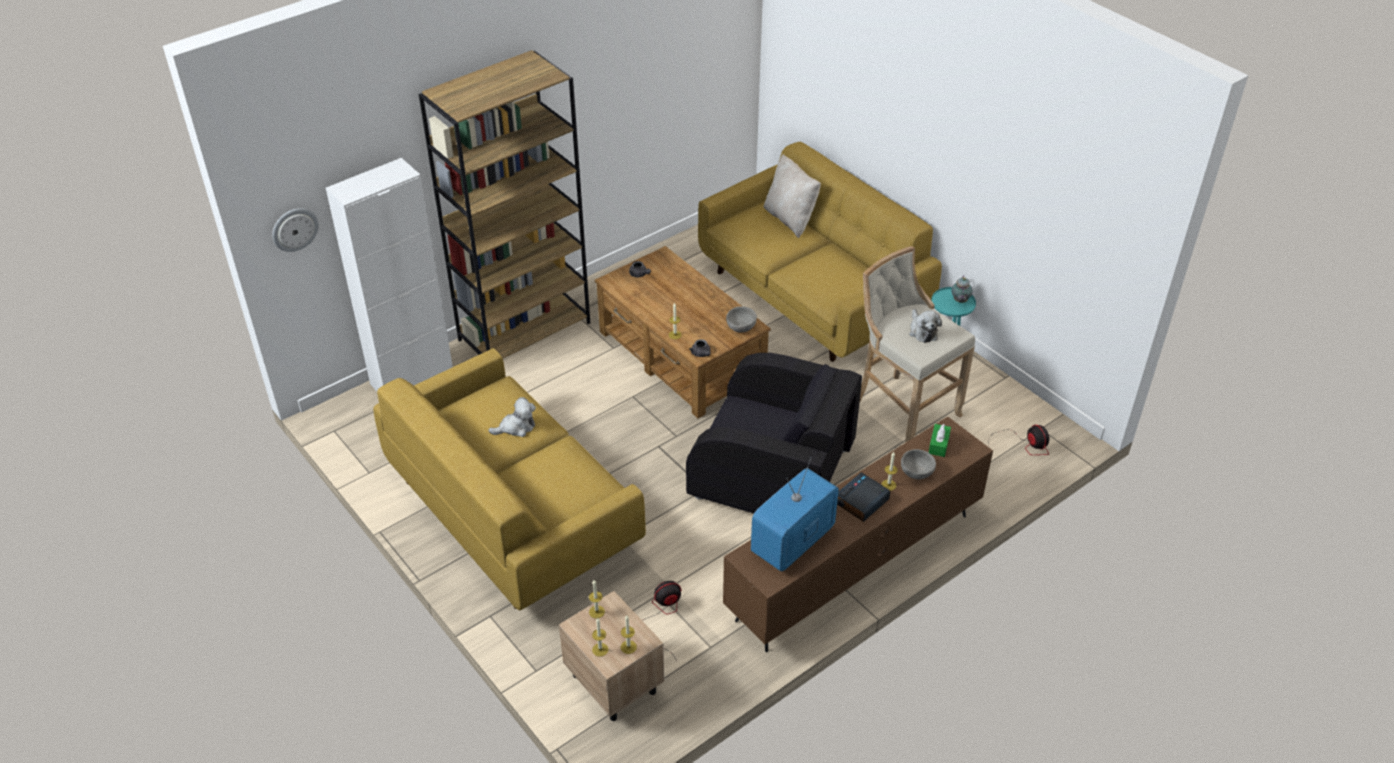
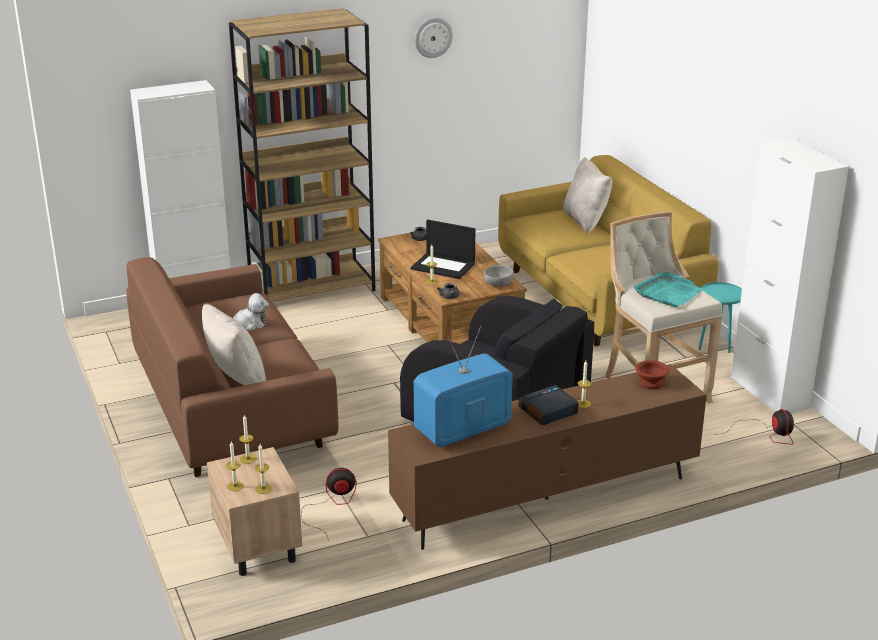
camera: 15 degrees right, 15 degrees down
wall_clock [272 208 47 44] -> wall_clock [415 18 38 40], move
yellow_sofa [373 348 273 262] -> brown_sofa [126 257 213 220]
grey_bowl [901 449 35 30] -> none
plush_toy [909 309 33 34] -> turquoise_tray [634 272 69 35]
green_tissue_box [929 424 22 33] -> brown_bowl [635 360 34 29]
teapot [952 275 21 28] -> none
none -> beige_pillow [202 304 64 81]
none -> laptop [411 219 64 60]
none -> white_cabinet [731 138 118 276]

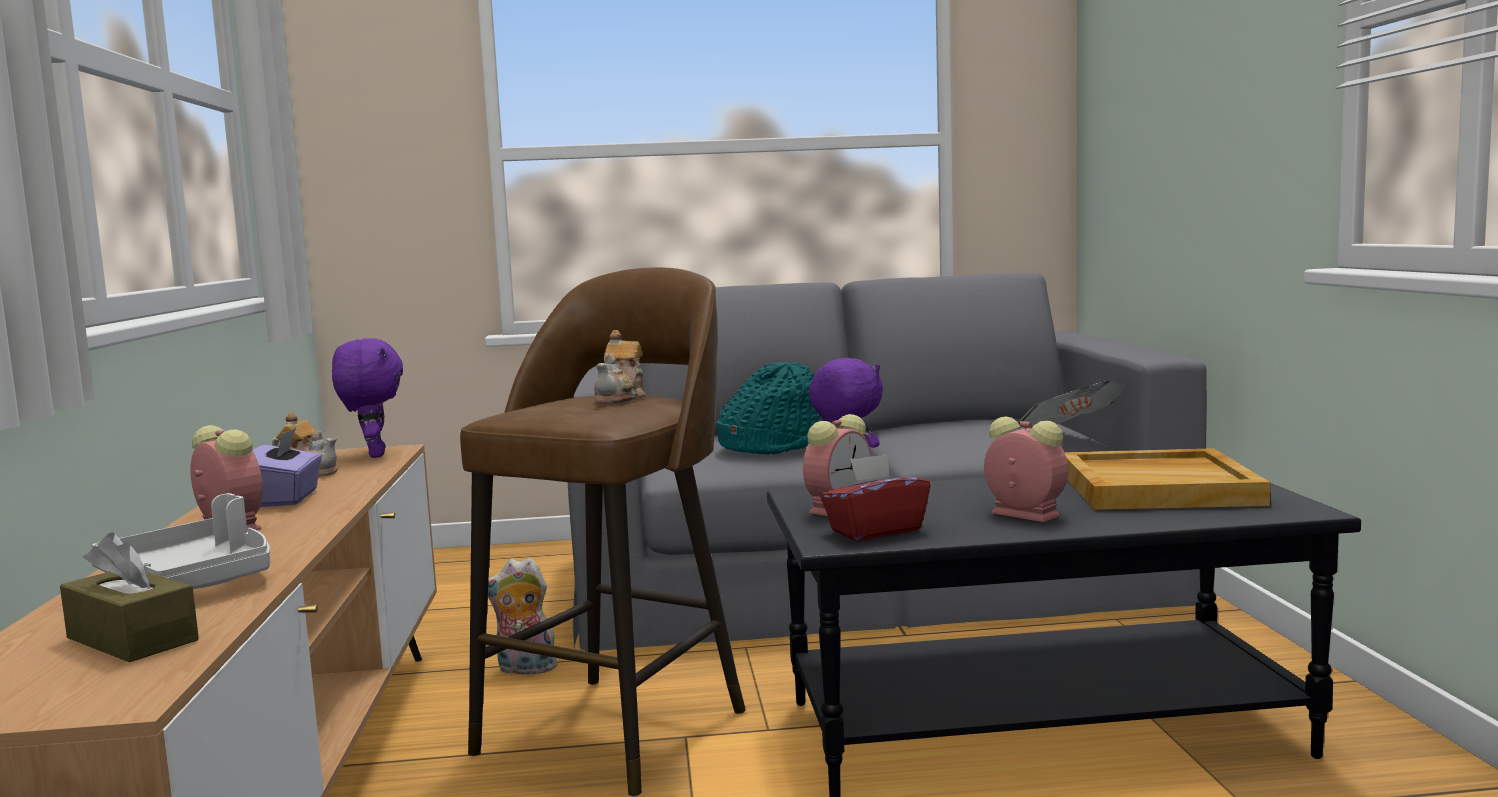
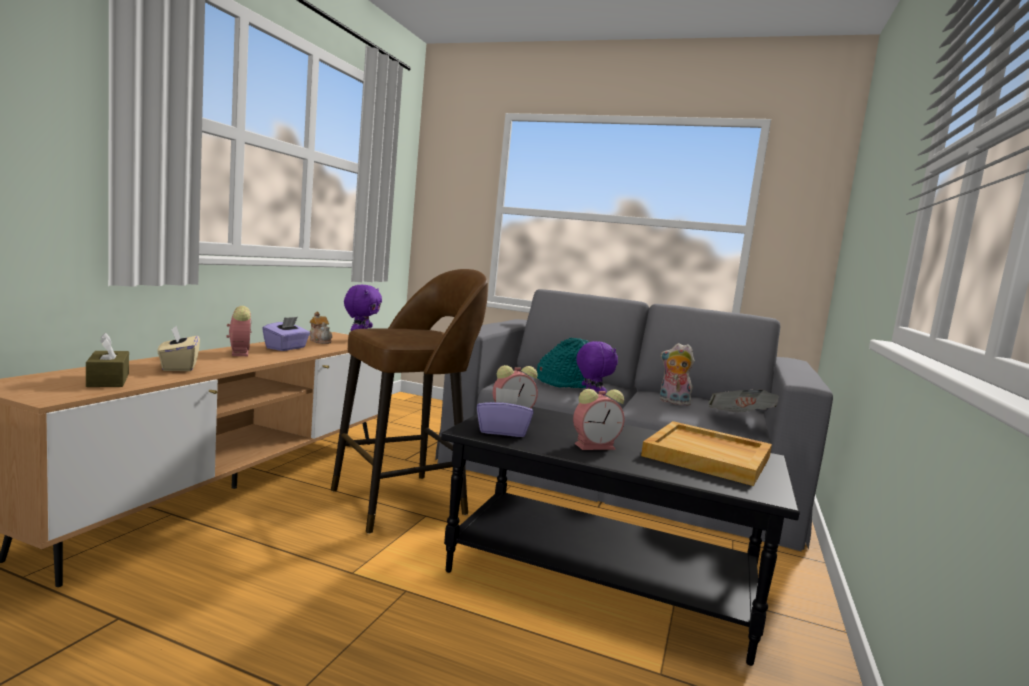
camera: 25 degrees right, 0 degrees up
grey_tray [89 493 182 96] -> beige_tissue_box [158 326 42 45]
plush_toy [488 558 75 119] -> plush_toy [660 343 35 63], move
teapot [594 330 52 73] -> none
red_tissue_box [821 454 110 87] -> purple_tissue_box [477 387 56 50]
alarm_clock [984 416 85 106] -> alarm_clock [573 389 52 61], 90 degrees clockwise

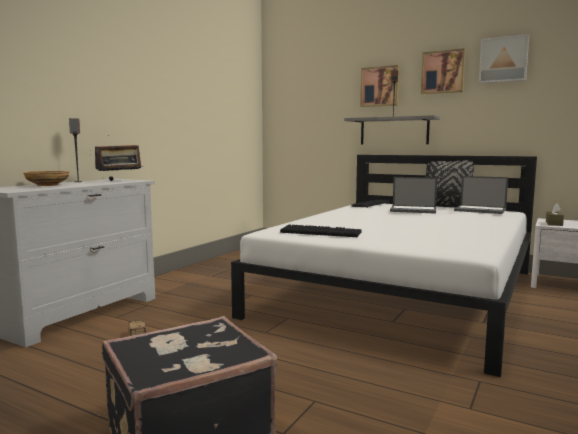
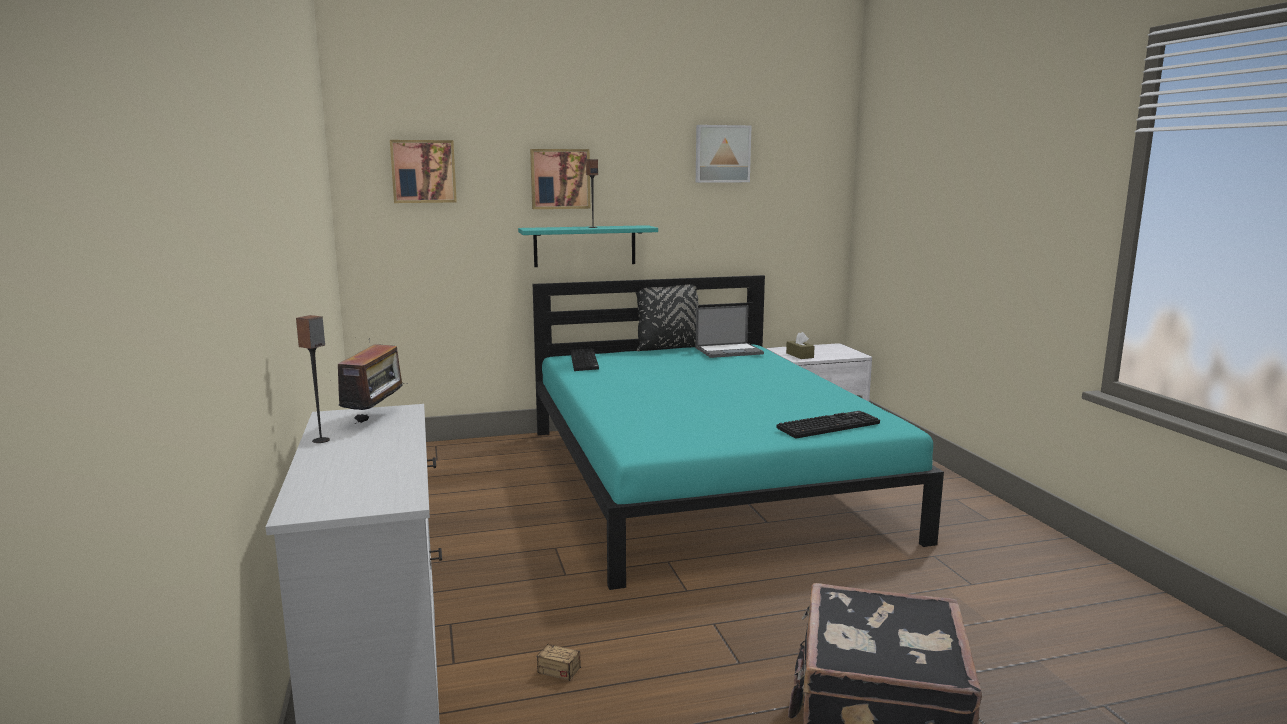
camera: 45 degrees left, 5 degrees up
beige_bowl [23 171 46 15] -> none
white_bed [231 155 306 222] -> turquoise_bed [533 275 411 315]
keyboard [280 224 82 13] -> keyboard [776 411 104 28], move
grey_shelf [344 115 96 29] -> turquoise_shelf [518 225 140 42]
laptop [390 177 47 37] -> none
picture [421 48 45 46] -> picture [390 140 67 63], move

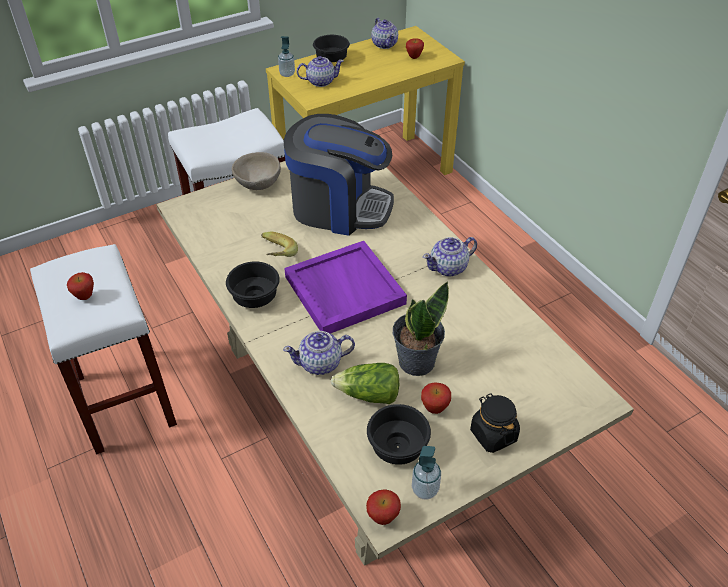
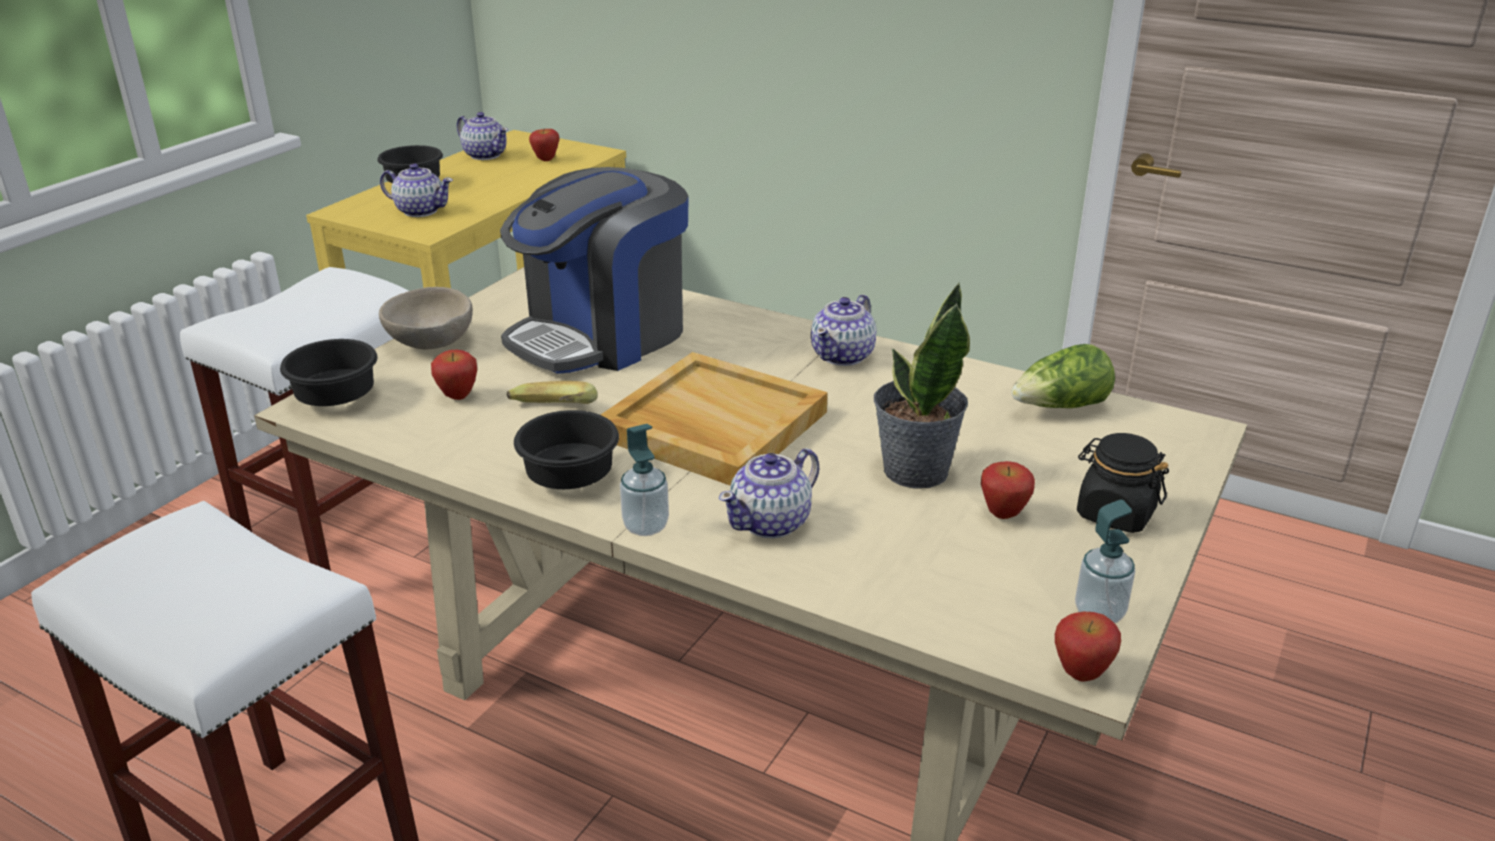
camera: 30 degrees left, 15 degrees down
apple [67 272 27 28] -> apple [431 349 46 51], move
soap_dispenser [278 36 17 41] -> soap_dispenser [620 424 49 112], move
coffee_machine [284 114 110 122] -> coffee_machine [500 167 189 207], 150 degrees clockwise
purple_tray [284 241 123 93] -> beige_tray [601 352 227 134]
teapot [297 56 47 31] -> teapot [380 163 73 54], 60 degrees clockwise
lettuce [331 363 69 41] -> lettuce [1011 344 104 64], move
black_bowl [367 404 64 61] -> black_bowl [280 339 97 67], move

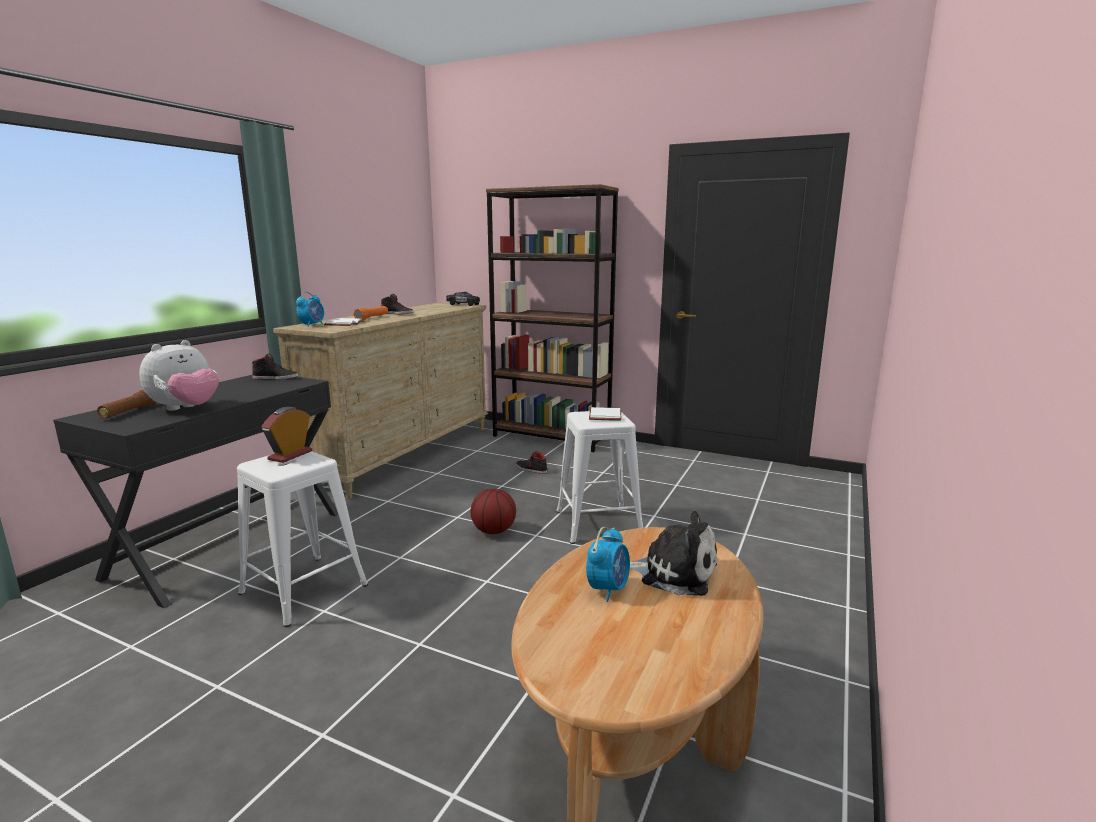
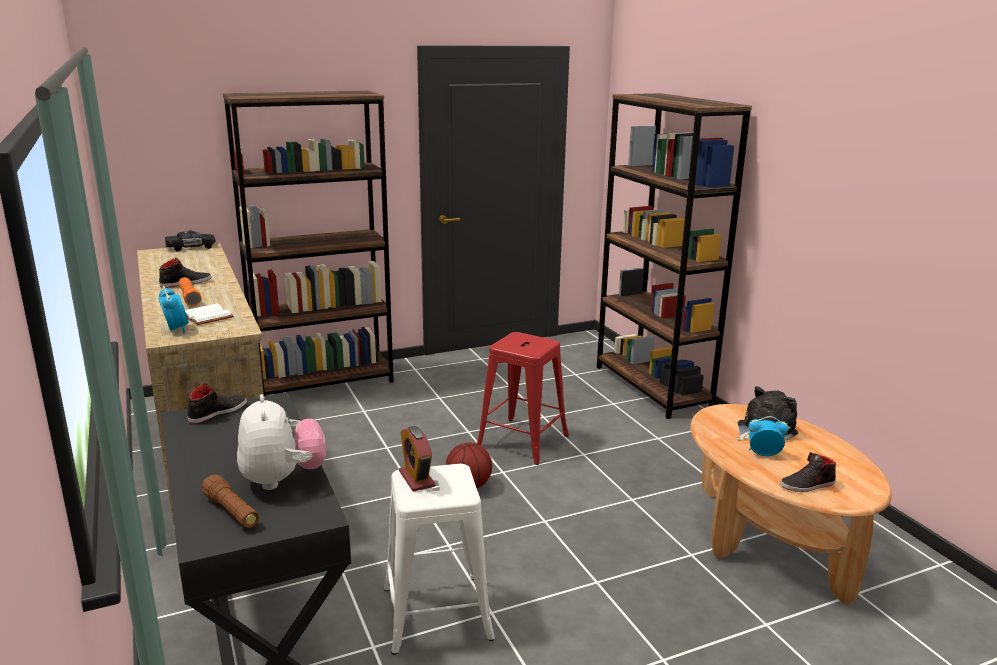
camera: 50 degrees left, 5 degrees up
black_shoe [516 451 32 23] -> black_shoe [780 452 56 40], move
white_stool [556 411 87 133] -> red_stool [477 332 92 133]
alarm_clock [586 527 44 75] -> alarm_clock [748 416 40 40], 60 degrees counterclockwise
white_book [589 407 32 14] -> none
none -> brown_bookcase [597 93 155 326]

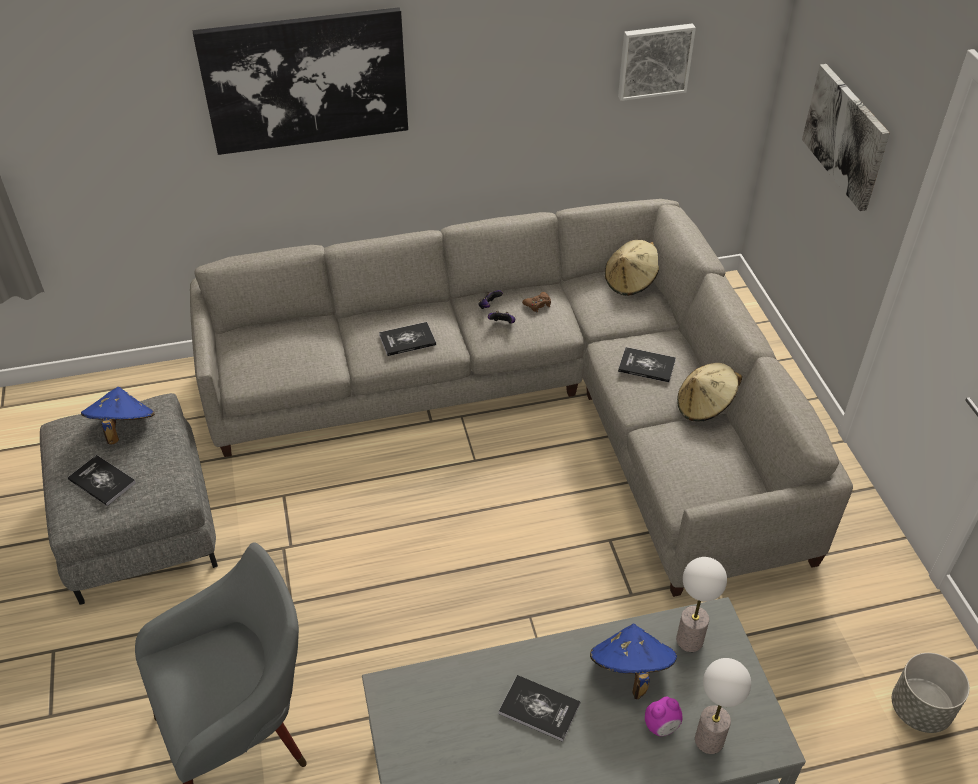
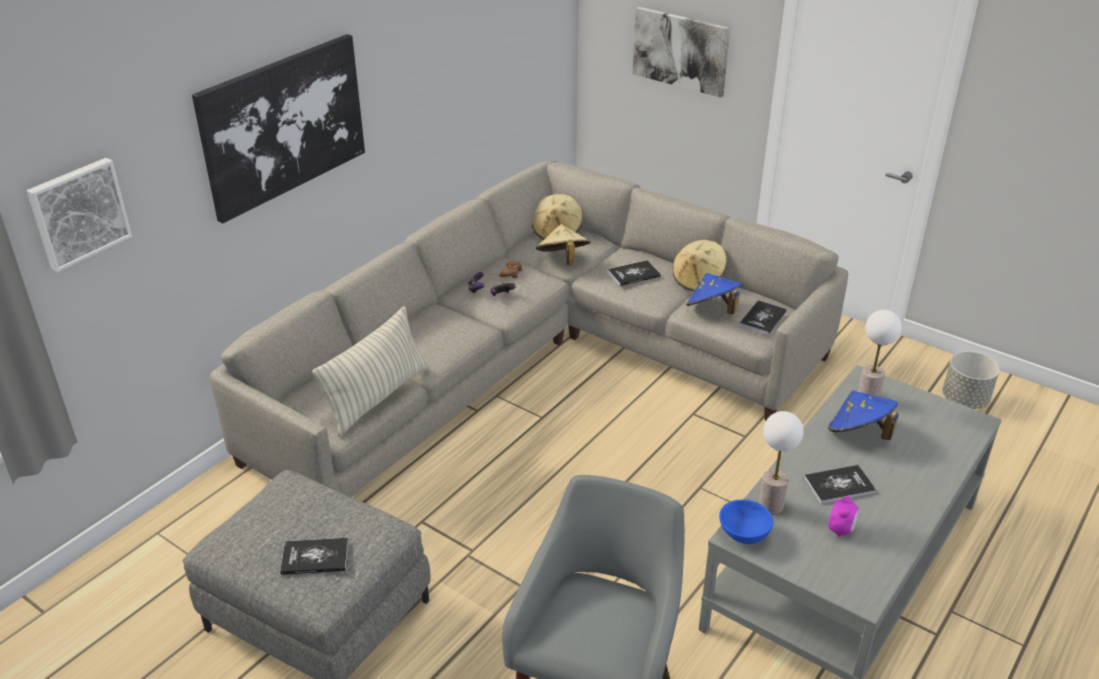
camera: 40 degrees left, 10 degrees down
blue_hat [81 387 74 57] -> blue_hat [686 273 57 41], move
book [379 322 57 34] -> book [739 300 48 35], move
picture [618 23 78 78] -> picture [26 158 106 114], move
alarm_clock [645 697 38 39] -> alarm_clock [828 497 31 40], move
table_lamp [695 658 56 96] -> table_lamp [759 411 45 104], move
none -> pillow [312 306 117 131]
none -> beige_hat [536 224 55 41]
none -> blue_bowl [719 499 55 45]

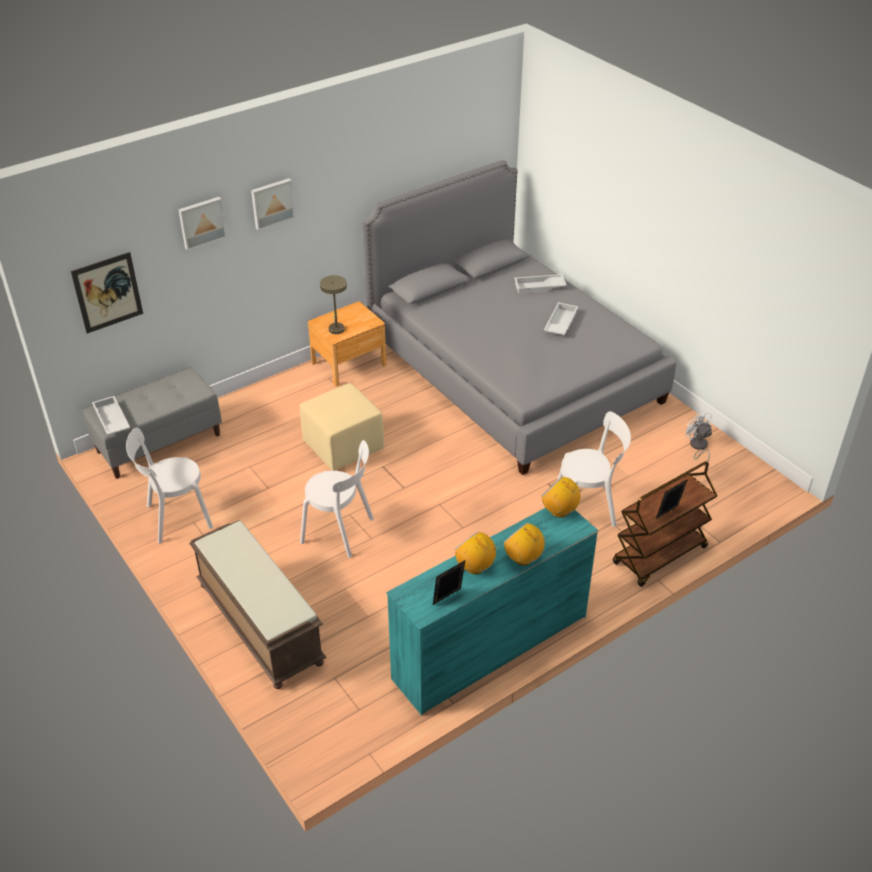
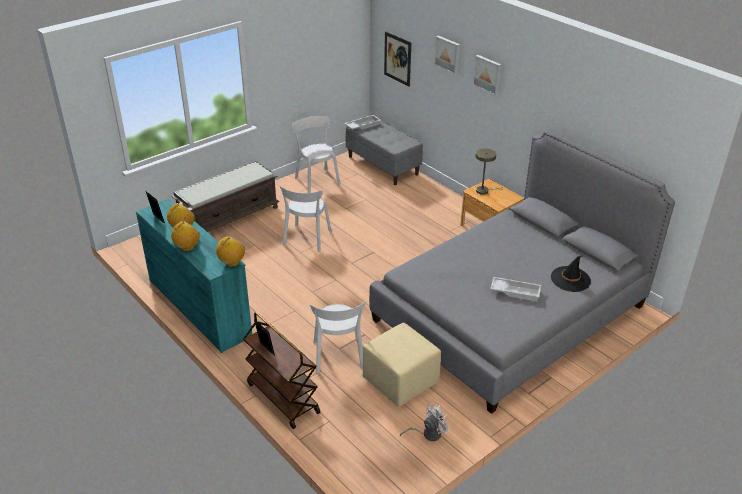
camera: 85 degrees right, 5 degrees down
beige_ottoman [300 383 84 88] -> beige_ottoman [363 323 78 84], move
white_tray [514 274 53 20] -> black_hat [551 256 40 36]

